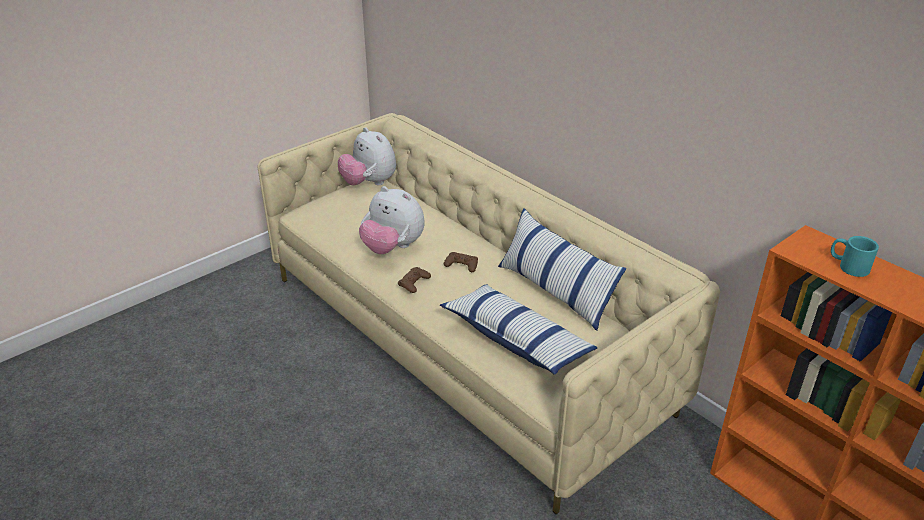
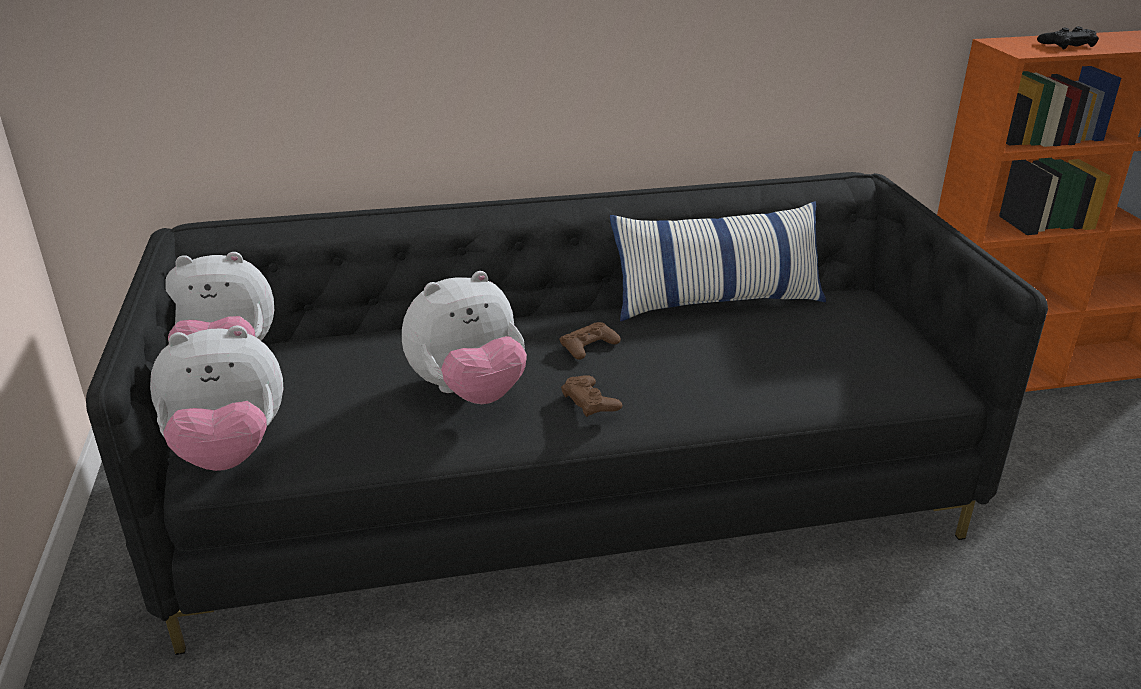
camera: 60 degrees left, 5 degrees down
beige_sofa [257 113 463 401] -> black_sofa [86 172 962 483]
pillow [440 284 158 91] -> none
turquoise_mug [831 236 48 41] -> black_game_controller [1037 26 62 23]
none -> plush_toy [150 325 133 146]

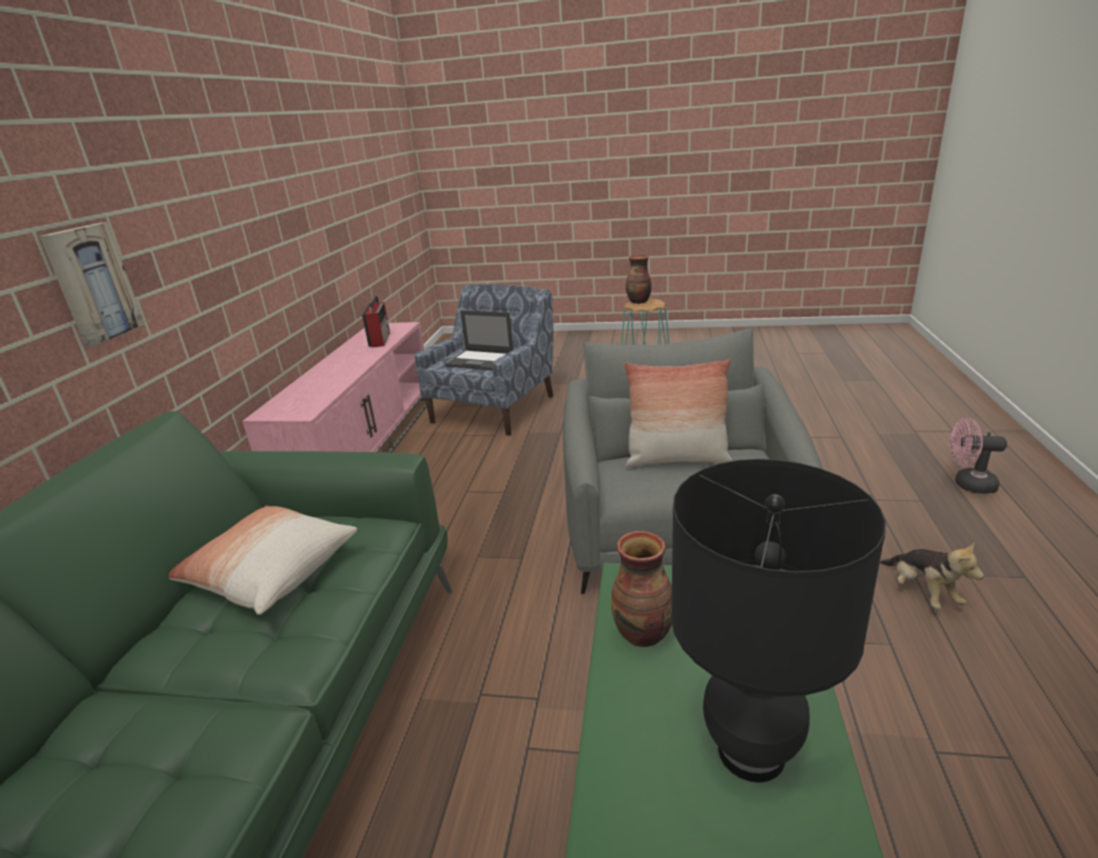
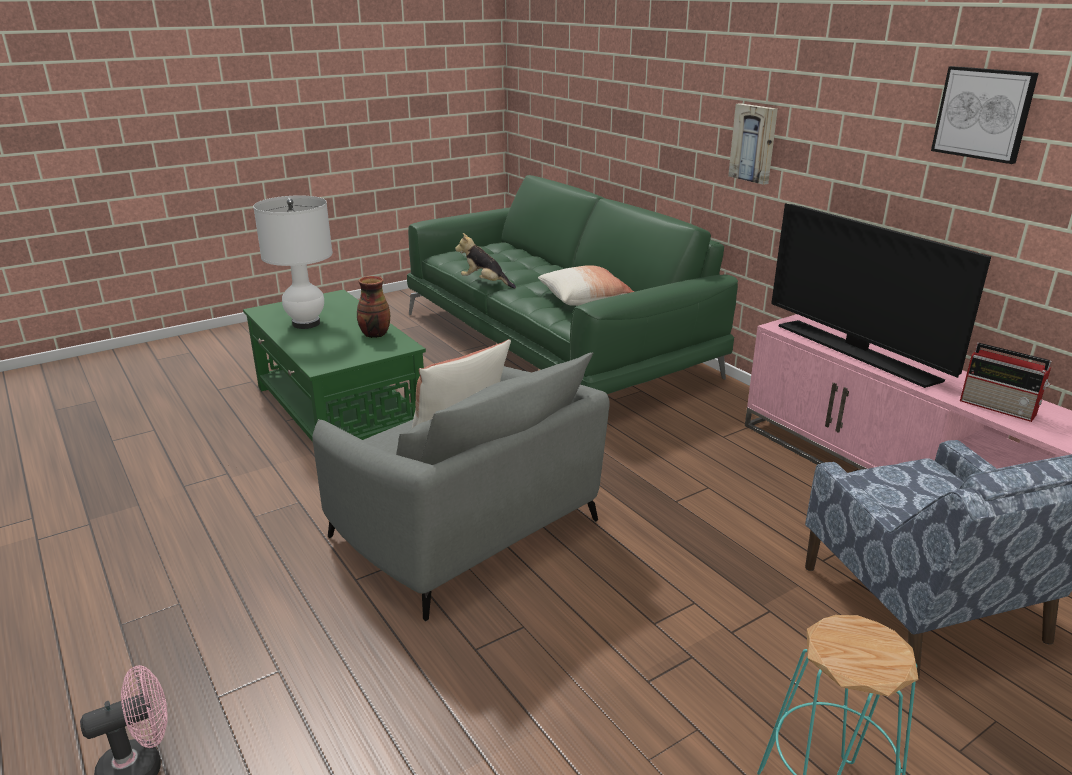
camera: 135 degrees right, 0 degrees up
laptop [445 310 68 61] -> none
vase [626 255 26 49] -> none
black_table_lamp [671 459 215 324] -> white_table_lamp [253 195 80 134]
plush_toy [880 542 104 67] -> plush_toy [455 233 61 55], move
none -> television [771 203 220 185]
none -> picture [931 66 108 98]

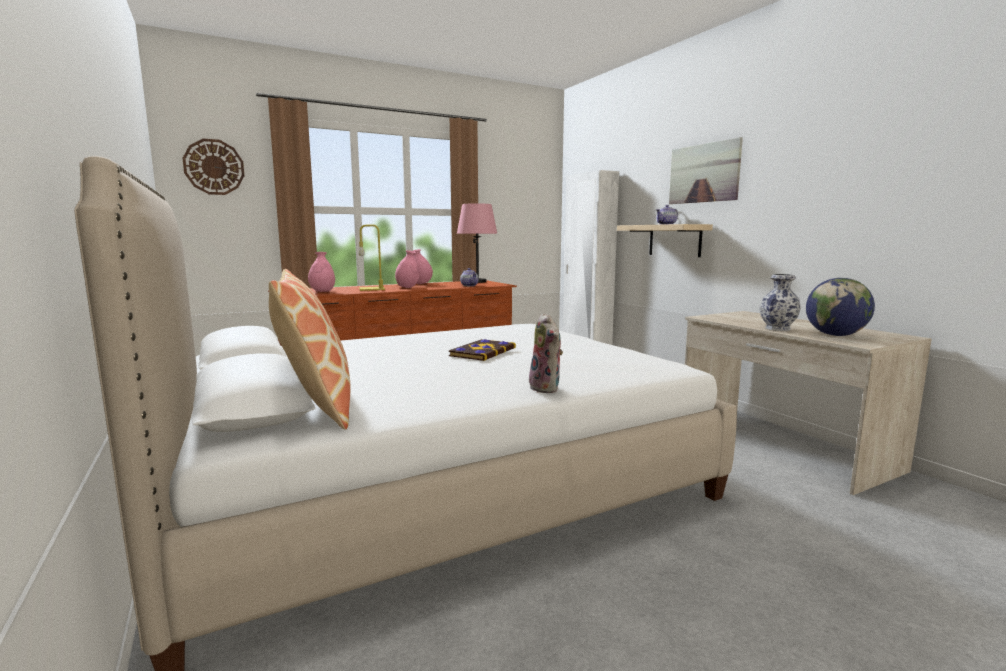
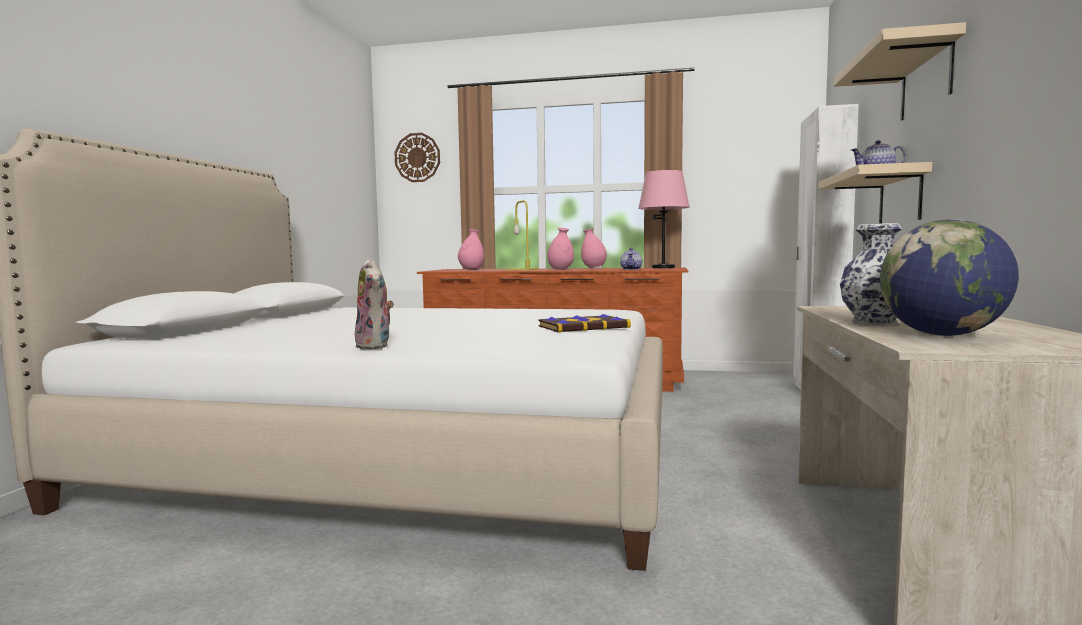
camera: 40 degrees right, 5 degrees down
pillow [269 269 81 161] -> none
book [449 339 67 22] -> book [538 314 93 18], move
plush_toy [529 313 34 80] -> plush_toy [355 259 39 90], 45 degrees counterclockwise
picture [669 137 74 67] -> beige_shelf [834 22 132 98]

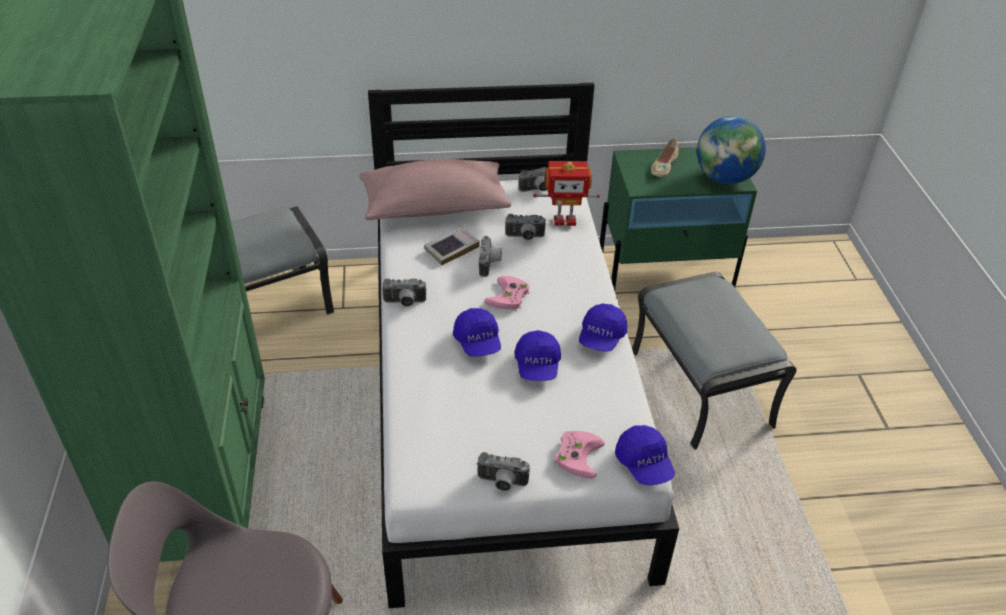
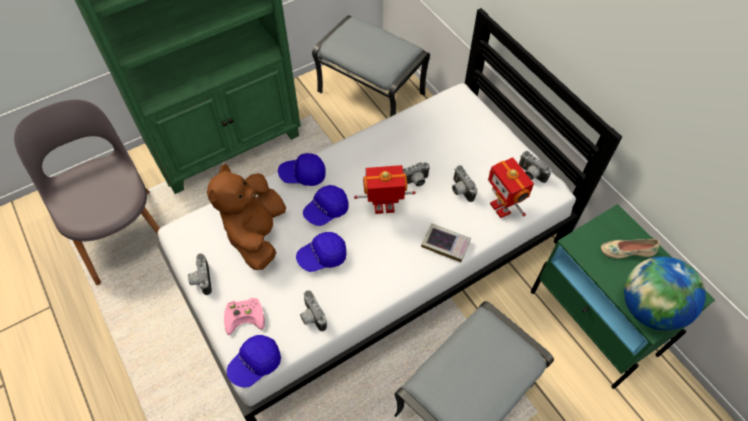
camera: 65 degrees right, 15 degrees up
pink_pillow [360 159 151 61] -> none
photo_camera [382 278 44 29] -> photo_camera [300 290 27 41], move
book [424 227 56 38] -> book [421 223 50 39], move
pink_game_controller [484 276 45 34] -> toy_robot [354 165 62 49]
blue_cap [579 304 48 48] -> blue_cap [278 153 48 33], move
none -> brown_plush_toy [207 164 79 106]

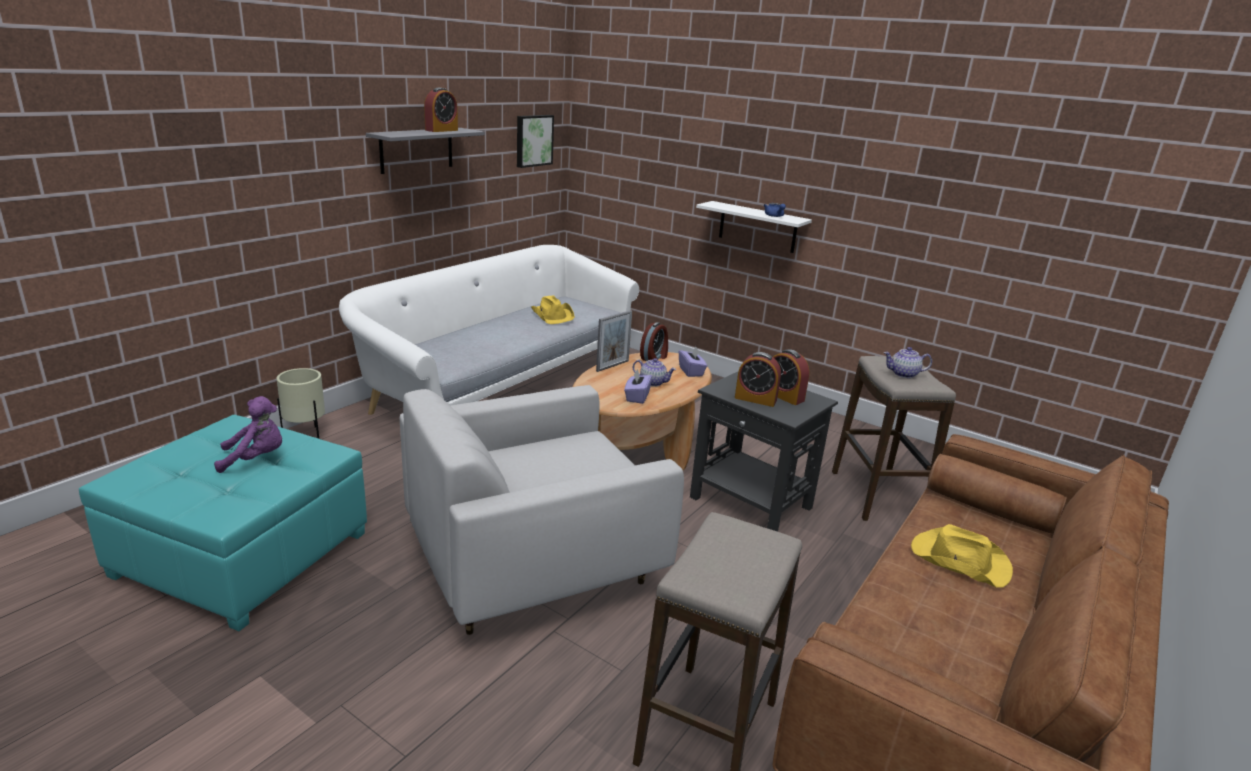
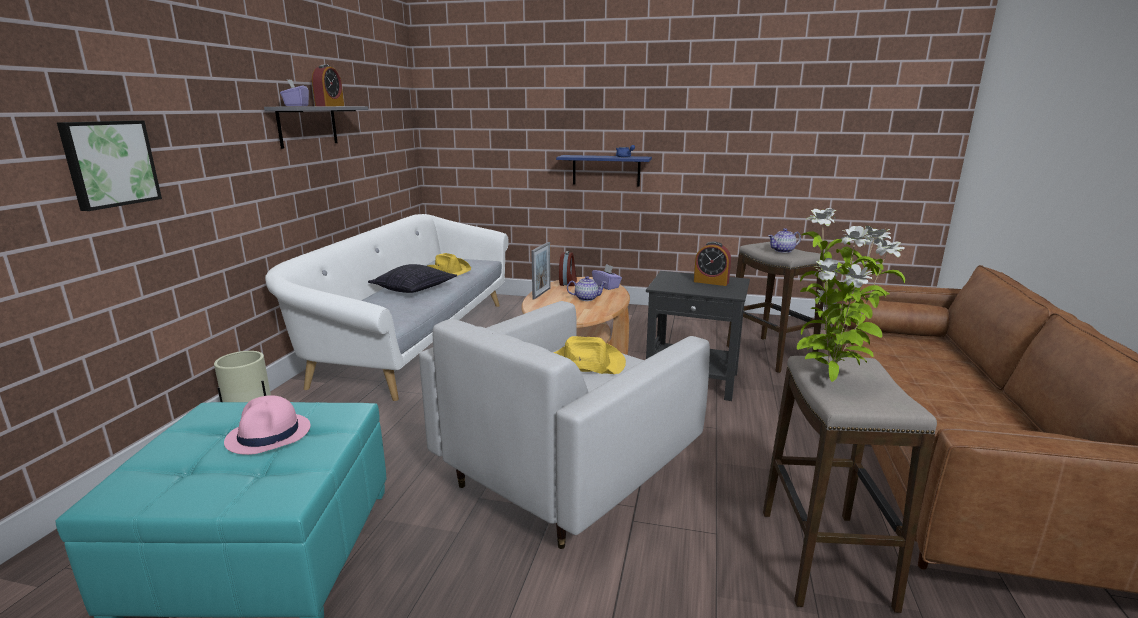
camera: 20 degrees left, 5 degrees down
purple_plush_toy [214 396 68 77] -> pink_hat [224 395 86 60]
picture [517 115 37 53] -> picture [57 120 105 91], move
purple_tissue_box [624 369 28 35] -> purple_tissue_box [280 79 29 27], move
white_shelf [696 201 116 52] -> blue_shelf [556 155 96 31]
alarm_clock [735 352 46 55] -> none
yellow_hat [911 524 102 64] -> yellow_hat [553 336 73 38], move
none -> pillow [368 264 89 29]
none -> potted_plant [797 208 108 174]

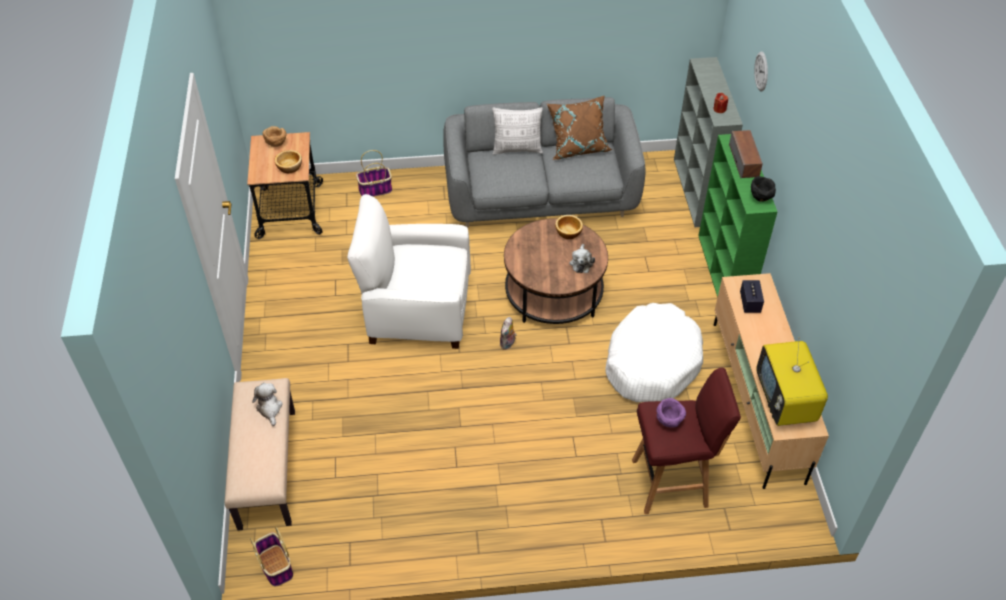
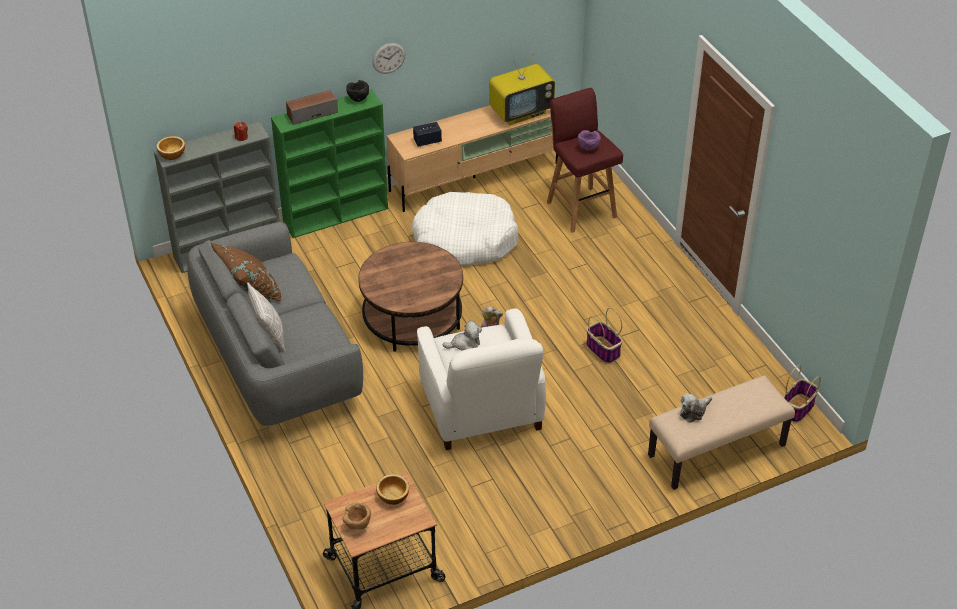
camera: 110 degrees left, 5 degrees down
basket [356 150 36 47] -> basket [586 308 37 56], move
bowl [555 215 28 24] -> bowl [157 136 28 24], move
plush_toy [569 244 26 29] -> plush_toy [442 320 40 31], move
wall_clock [754 52 14 39] -> wall_clock [372 43 33 31], move

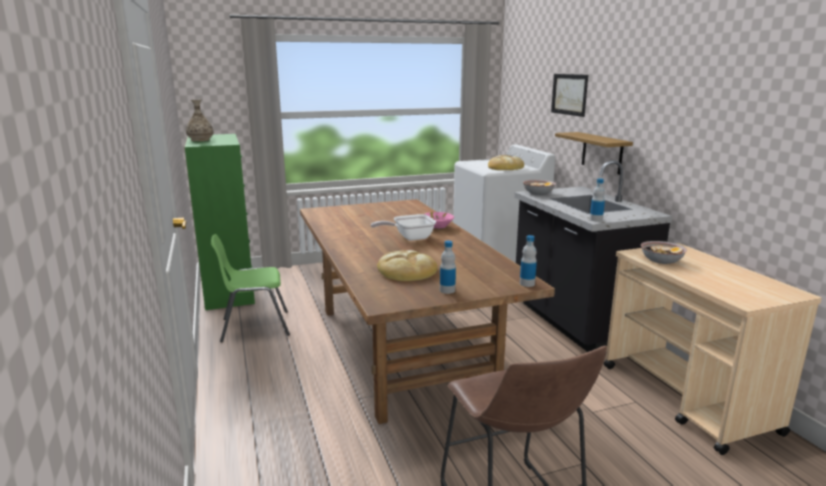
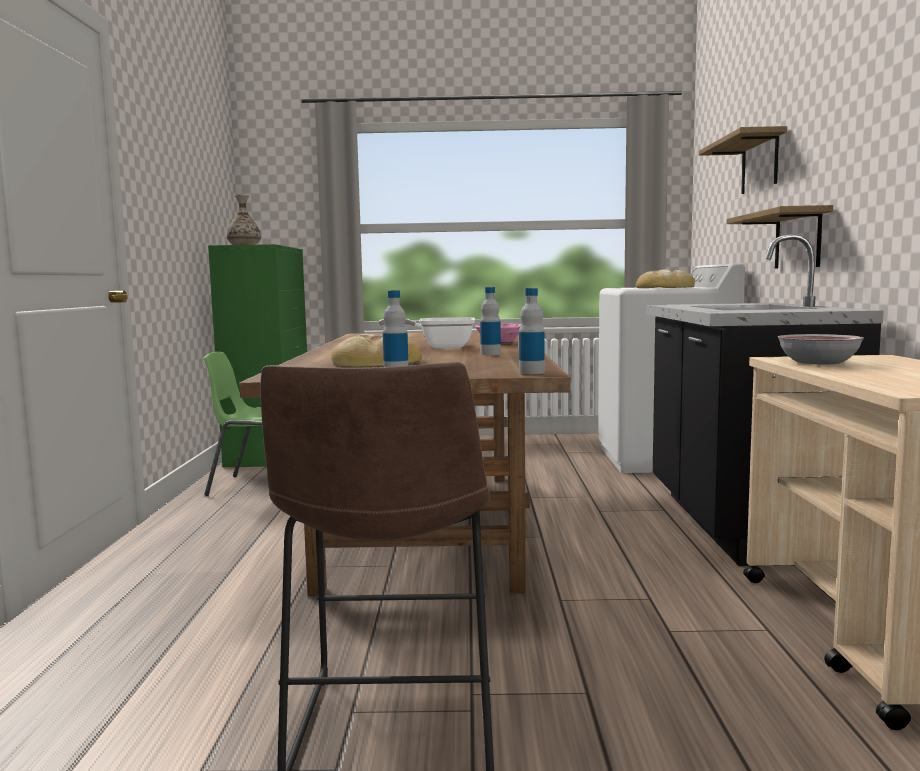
camera: 20 degrees right, 10 degrees down
bowl [523 180 33 15] -> none
picture [551 74 37 43] -> shelf [699 126 88 68]
bottle [590 178 15 44] -> bottle [480 287 21 68], move

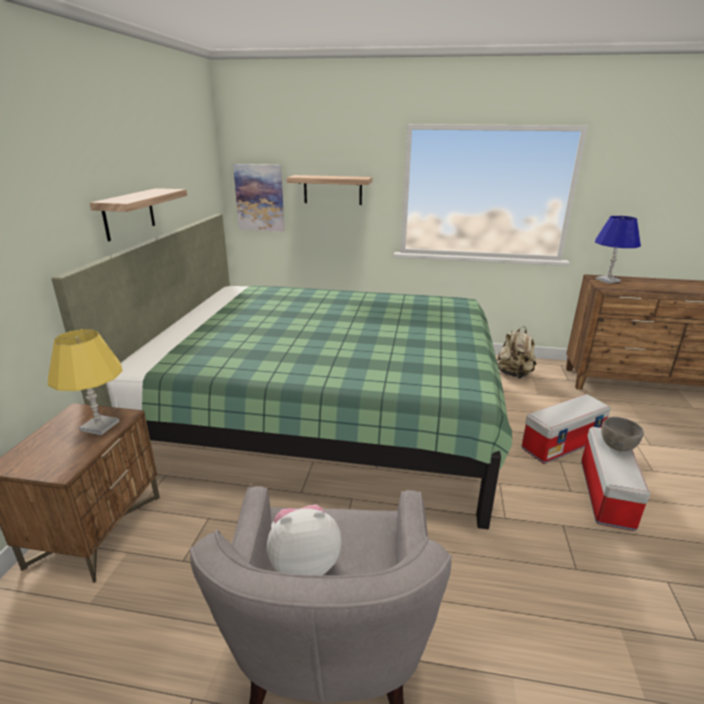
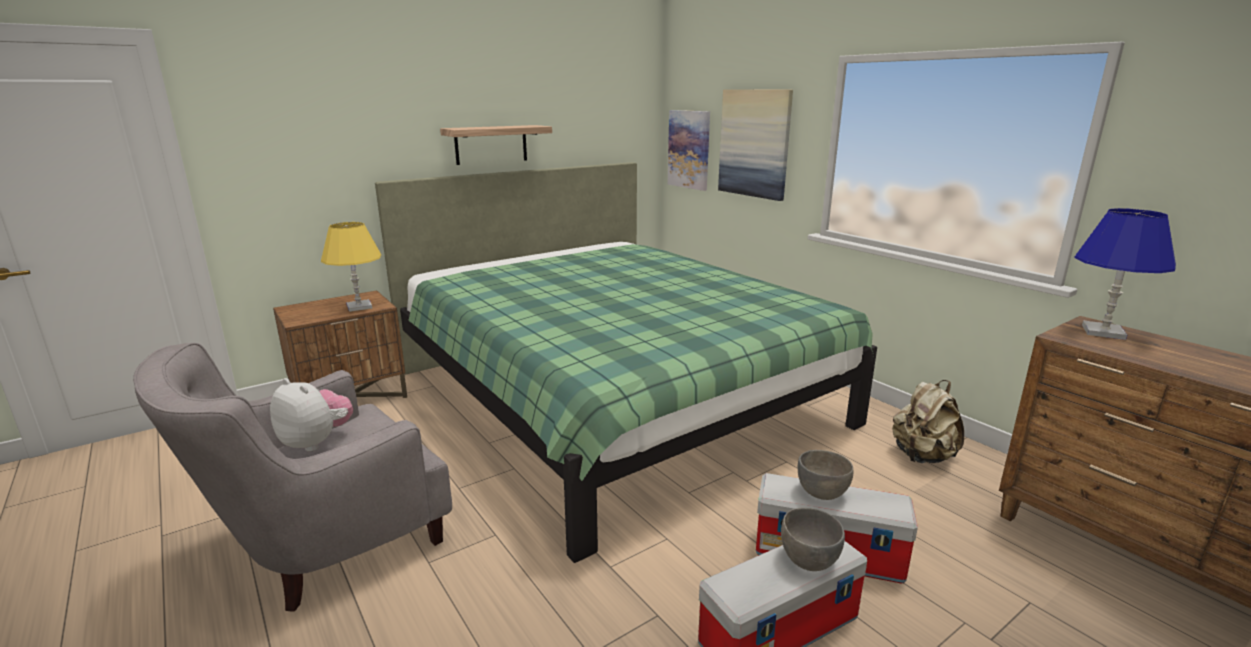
camera: 45 degrees right, 5 degrees down
shelf [287 175 85 30] -> picture [718 89 75 112]
none -> grey_bowl [798 450 55 50]

